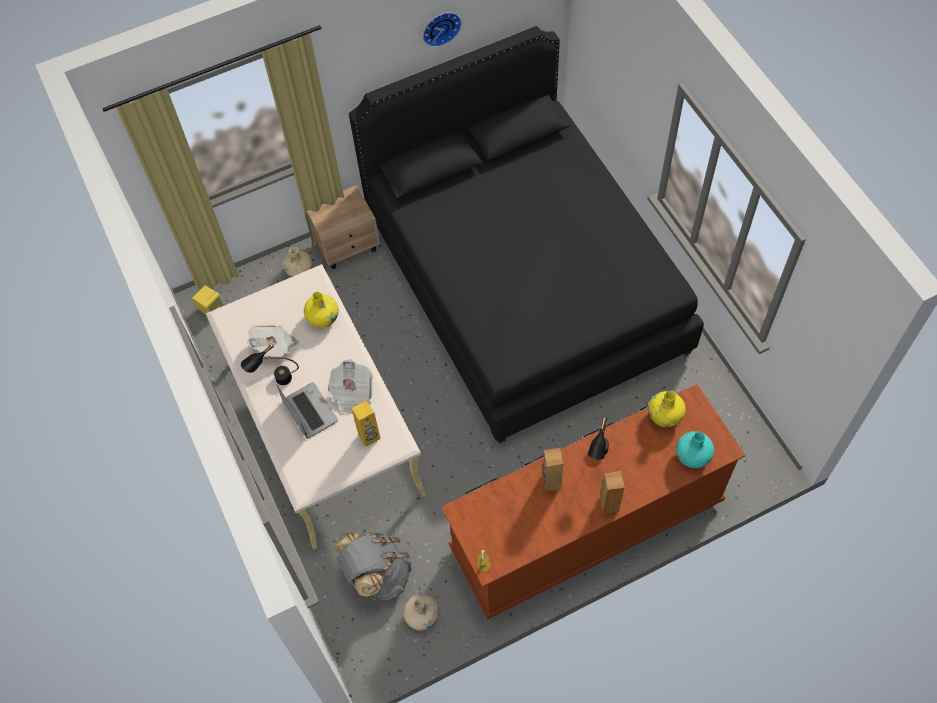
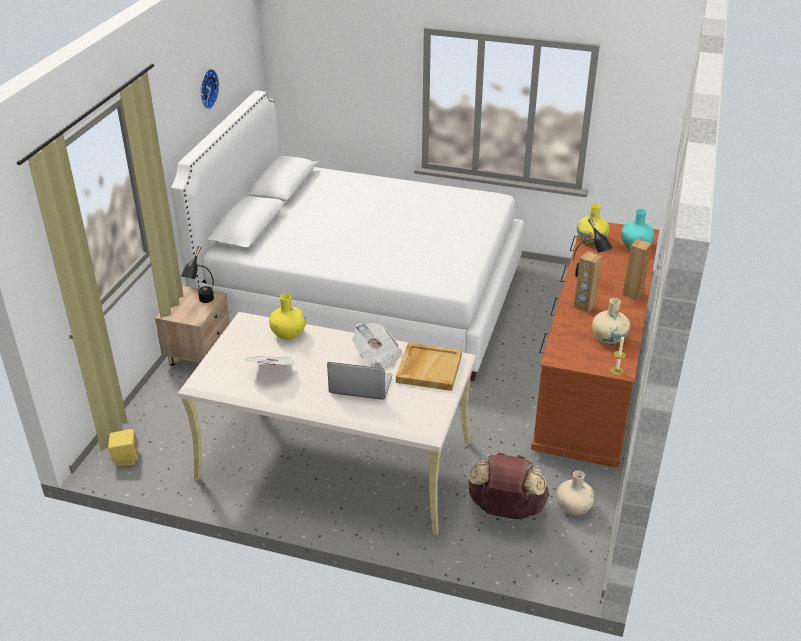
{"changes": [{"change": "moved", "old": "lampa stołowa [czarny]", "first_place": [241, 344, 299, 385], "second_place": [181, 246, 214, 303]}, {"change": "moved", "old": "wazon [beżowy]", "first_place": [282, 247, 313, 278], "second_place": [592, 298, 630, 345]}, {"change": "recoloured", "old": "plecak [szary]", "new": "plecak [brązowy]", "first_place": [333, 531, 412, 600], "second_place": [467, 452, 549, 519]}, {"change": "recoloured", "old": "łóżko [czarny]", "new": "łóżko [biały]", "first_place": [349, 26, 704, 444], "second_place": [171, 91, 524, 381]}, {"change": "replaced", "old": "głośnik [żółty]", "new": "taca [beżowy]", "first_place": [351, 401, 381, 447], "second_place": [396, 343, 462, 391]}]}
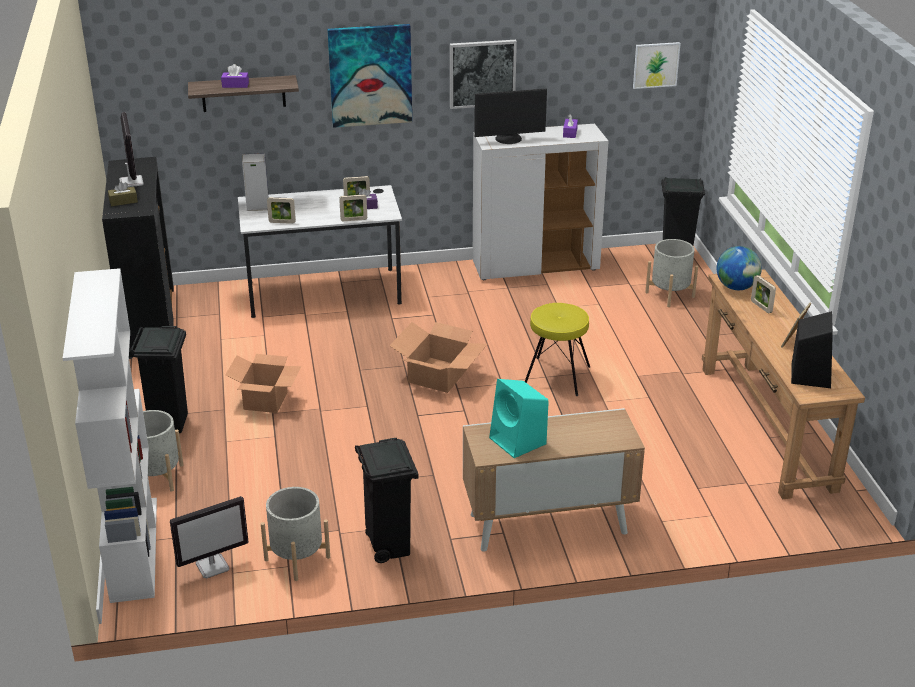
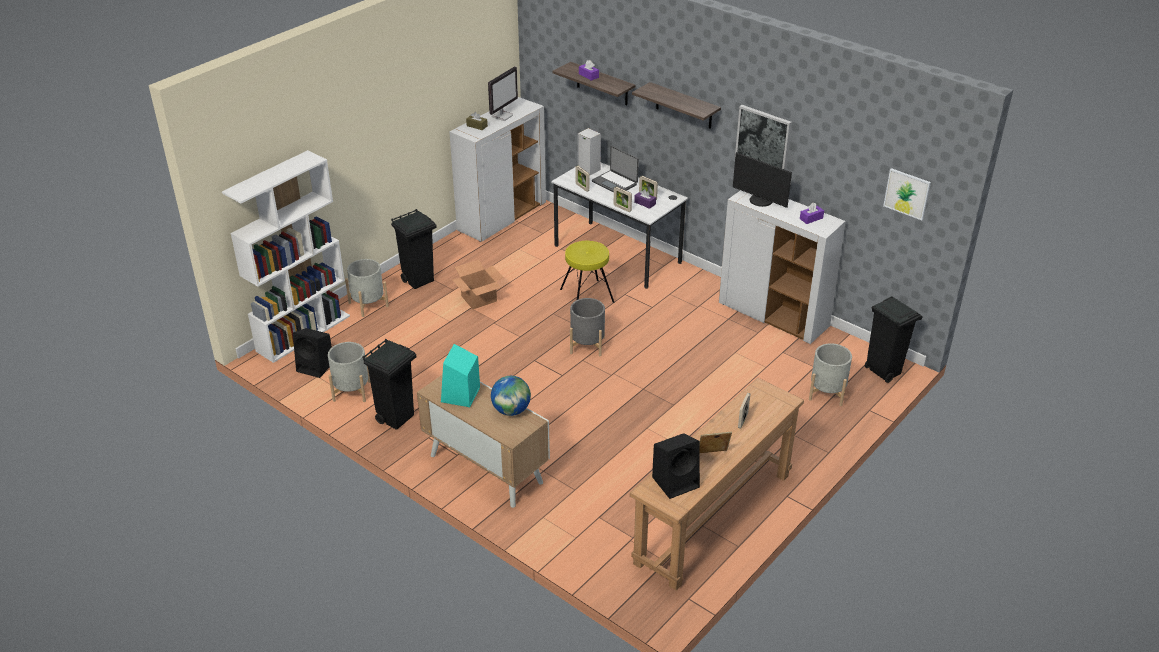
{"changes": [{"change": "recoloured", "old": "szafka [czarny]", "new": "szafka [biały]", "first_place": [102, 157, 174, 359], "second_place": [449, 97, 546, 242]}, {"change": "replaced", "old": "monitor", "new": "głośnik [czarny]", "first_place": [170, 496, 249, 578], "second_place": [293, 328, 332, 378]}, {"change": "replaced", "old": "obraz", "new": "półka", "first_place": [327, 24, 412, 128], "second_place": [632, 82, 721, 129]}, {"change": "replaced", "old": "karton", "new": "donica [szary]", "first_place": [389, 322, 487, 393], "second_place": [570, 298, 605, 356]}, {"change": "moved", "old": "stołek [żółty]", "first_place": [525, 303, 590, 396], "second_place": [560, 241, 615, 303]}, {"change": "moved", "old": "globus", "first_place": [717, 246, 762, 290], "second_place": [491, 376, 531, 416]}, {"change": "added", "new": "laptop", "second_place": [592, 146, 639, 192]}]}
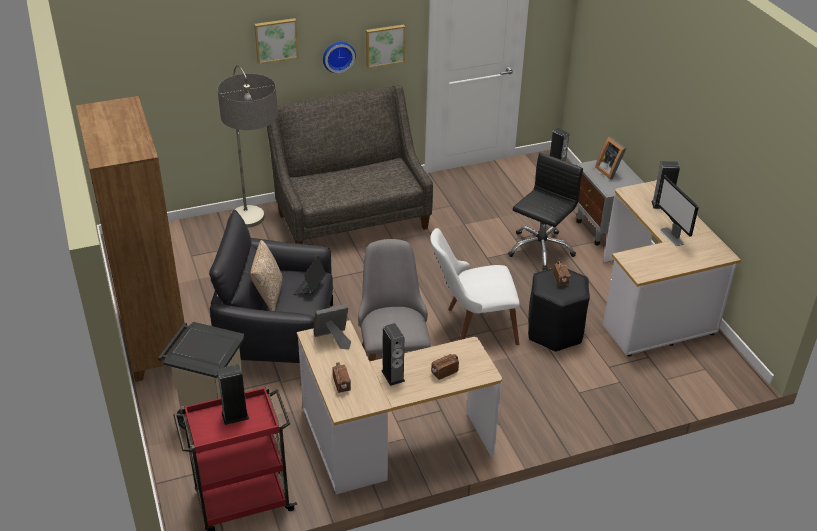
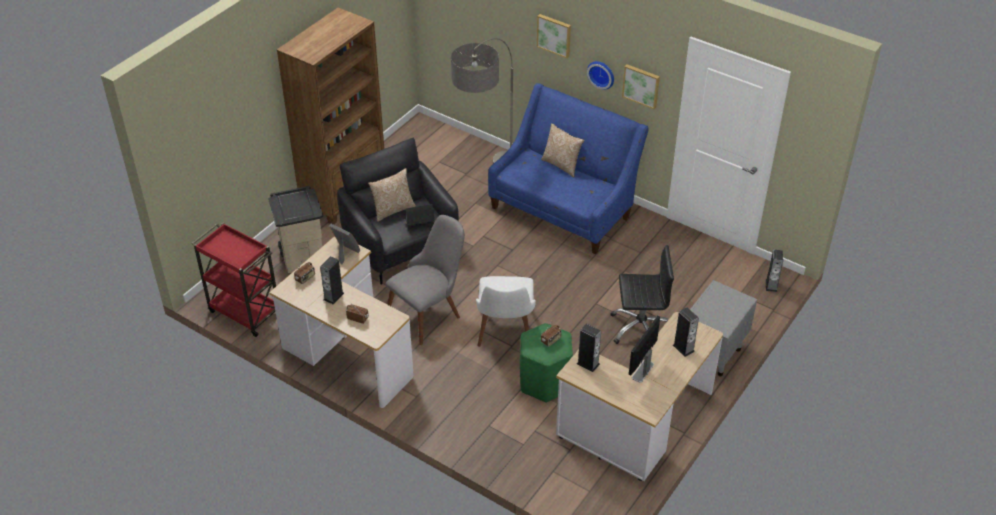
{"changes": [{"change": "moved", "old": "głośnik", "first_place": [217, 364, 249, 425], "second_place": [577, 324, 601, 372]}, {"change": "recoloured", "old": "kanapa [szary]", "new": "kanapa [niebieski]", "first_place": [267, 85, 433, 244], "second_place": [488, 83, 649, 254]}, {"change": "turned", "old": "krzesło [biały]", "first_place": [430, 228, 520, 345], "second_place": [476, 276, 536, 347], "degrees": -135}, {"change": "recoloured", "old": "stołek [czarny]", "new": "stołek [zielony]", "first_place": [528, 268, 590, 352], "second_place": [520, 323, 573, 403]}, {"change": "removed", "old": "ramka na zdjęcie", "first_place": [595, 137, 626, 180]}, {"change": "added", "new": "poduszka", "second_place": [541, 123, 584, 178]}]}
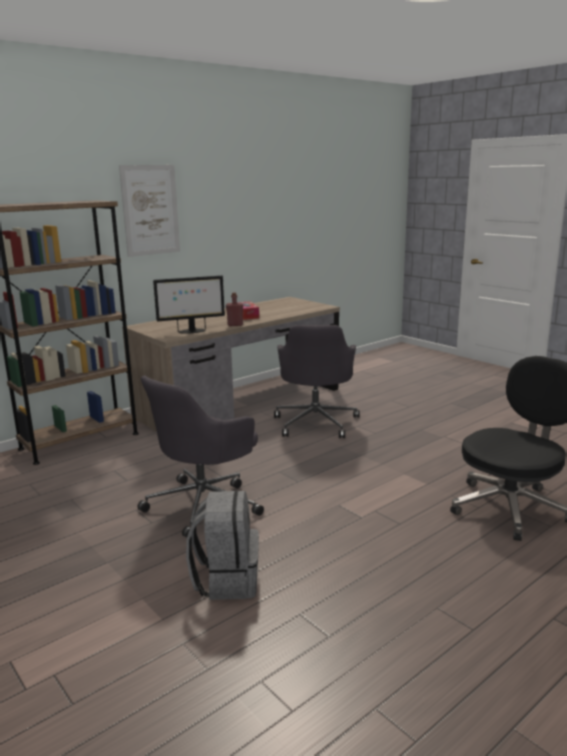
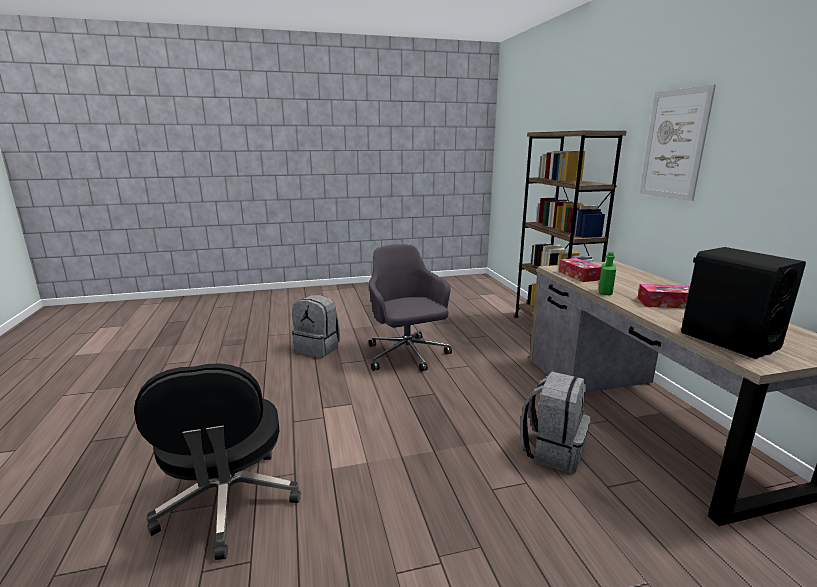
{"changes": [{"change": "replaced", "old": "monitor", "new": "pudełko chusteczek", "first_place": [153, 276, 225, 334], "second_place": [559, 258, 601, 282]}, {"change": "recoloured", "old": "butelka [czerwony]", "new": "butelka [zielony]", "first_place": [226, 292, 243, 326], "second_place": [599, 252, 616, 295]}, {"change": "replaced", "old": "krzesło biurowe [szary]", "new": "plecak [szary]", "first_place": [274, 325, 360, 438], "second_place": [520, 372, 590, 474]}, {"change": "added", "new": "głośnik [czarny]", "second_place": [681, 247, 806, 359]}]}
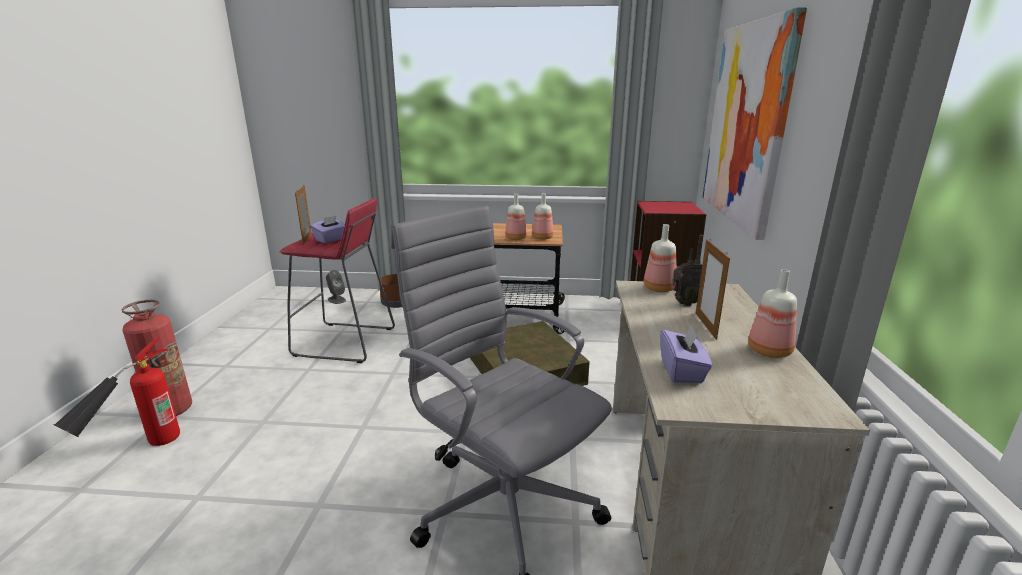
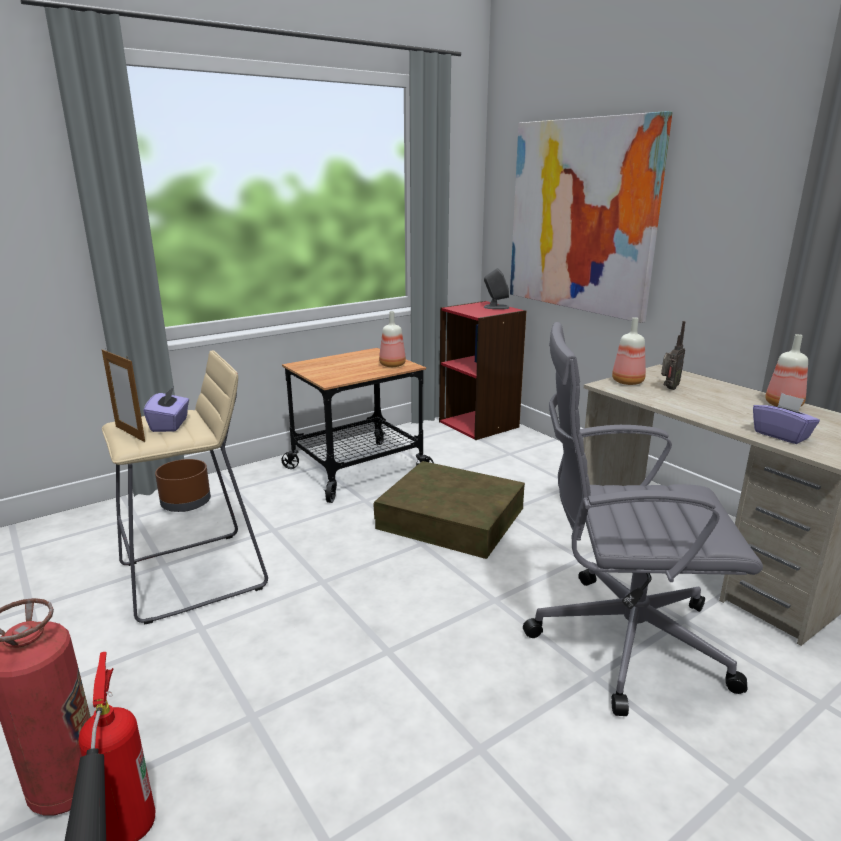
{"changes": [{"change": "recoloured", "old": "stołek [czerwony]", "new": "stołek [beżowy]", "first_place": [280, 198, 395, 363], "second_place": [102, 350, 268, 624]}, {"change": "moved", "old": "głośnik [szary]", "first_place": [326, 270, 346, 304], "second_place": [484, 268, 510, 309]}, {"change": "removed", "old": "butelka", "first_place": [505, 194, 527, 240]}, {"change": "removed", "old": "ramka na zdjęcie", "first_place": [696, 239, 730, 340]}]}
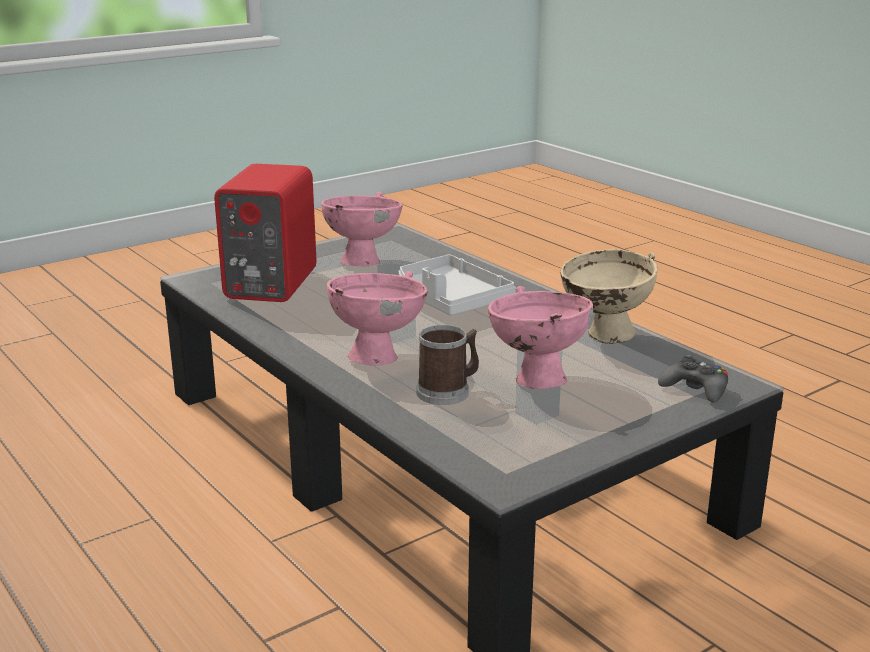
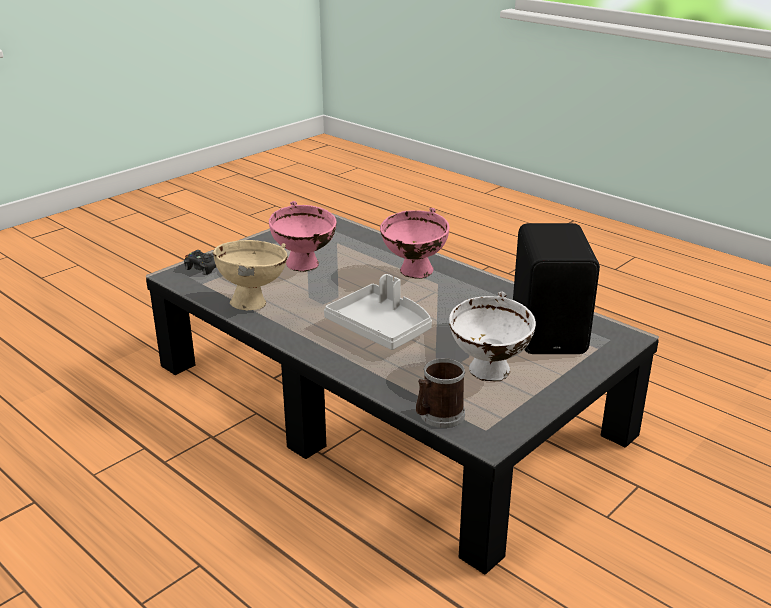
{"changes": [{"change": "recoloured", "old": "głośnik [czerwony]", "new": "głośnik [czarny]", "first_place": [214, 164, 317, 302], "second_place": [513, 223, 600, 354]}, {"change": "recoloured", "old": "miska [różowy]", "new": "miska [biały]", "first_place": [321, 192, 403, 267], "second_place": [449, 292, 536, 382]}, {"change": "moved", "old": "kubek", "first_place": [416, 325, 479, 405], "second_place": [416, 358, 465, 428]}]}
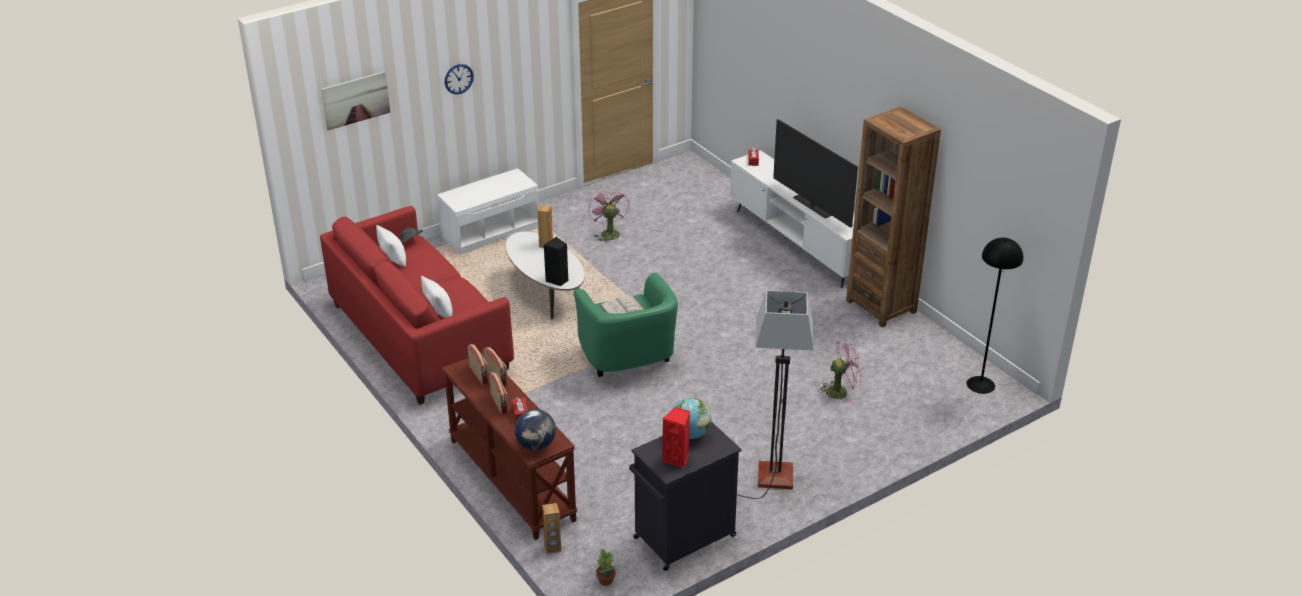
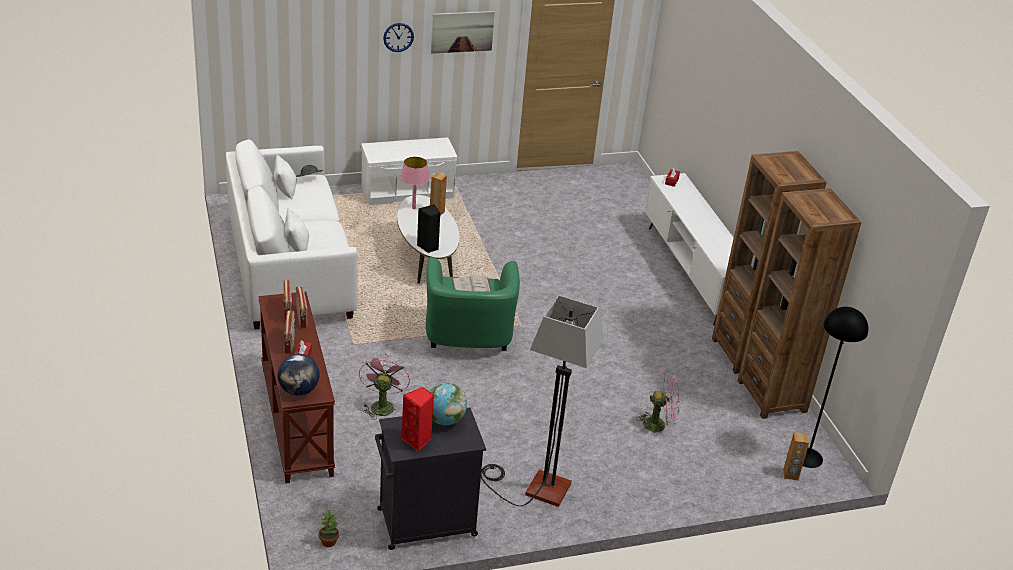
{"changes": [{"change": "recoloured", "old": "kanapa [czerwony]", "new": "kanapa [biały]", "first_place": [320, 206, 514, 405], "second_place": [226, 140, 358, 330]}, {"change": "moved", "old": "obraz", "first_place": [321, 71, 390, 130], "second_place": [431, 11, 495, 54]}, {"change": "moved", "old": "głośnik [brązowy]", "first_place": [542, 503, 561, 554], "second_place": [783, 432, 809, 480]}, {"change": "moved", "old": "wentylator [różowy]", "first_place": [588, 187, 629, 244], "second_place": [359, 354, 410, 420]}, {"change": "removed", "old": "telewizor", "first_place": [773, 119, 858, 228]}, {"change": "added", "new": "lampa stołowa [różowy]", "second_place": [400, 157, 430, 209]}, {"change": "added", "new": "regał [brązowy]", "second_place": [738, 188, 861, 419]}]}
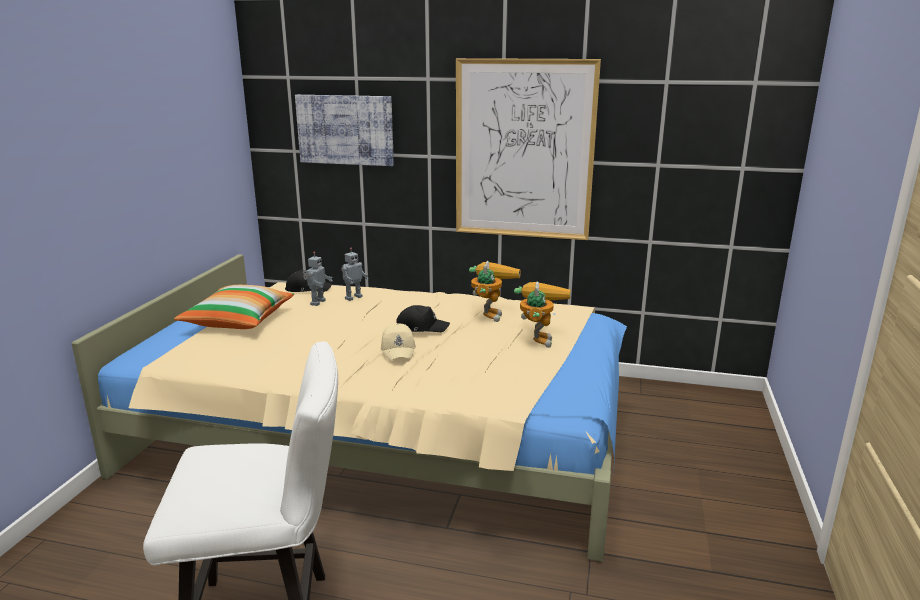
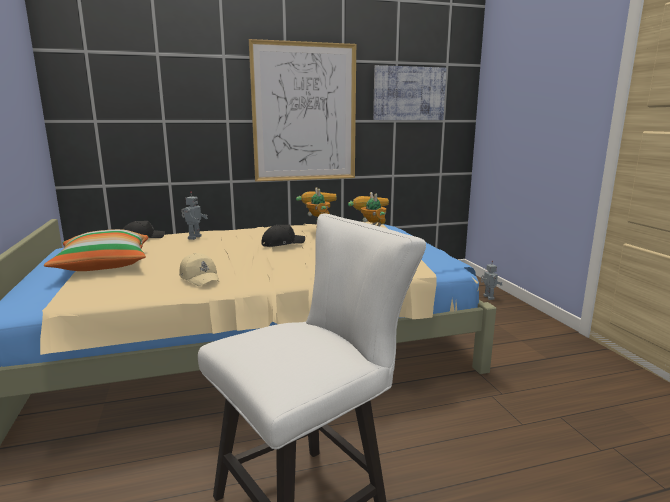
{"changes": [{"change": "moved", "old": "obraz", "first_place": [295, 95, 394, 166], "second_place": [373, 65, 446, 120]}, {"change": "moved", "old": "robot zabawkowy", "first_place": [303, 252, 333, 306], "second_place": [481, 261, 503, 300]}, {"change": "moved", "old": "czapka z daszkiem [beżowy]", "first_place": [381, 323, 416, 360], "second_place": [179, 253, 219, 286]}]}
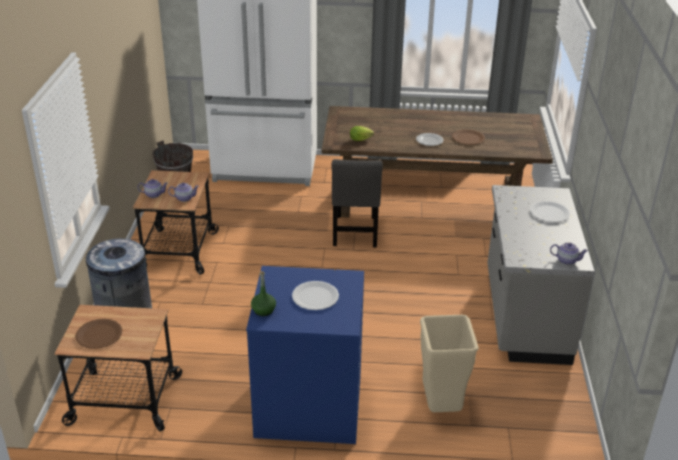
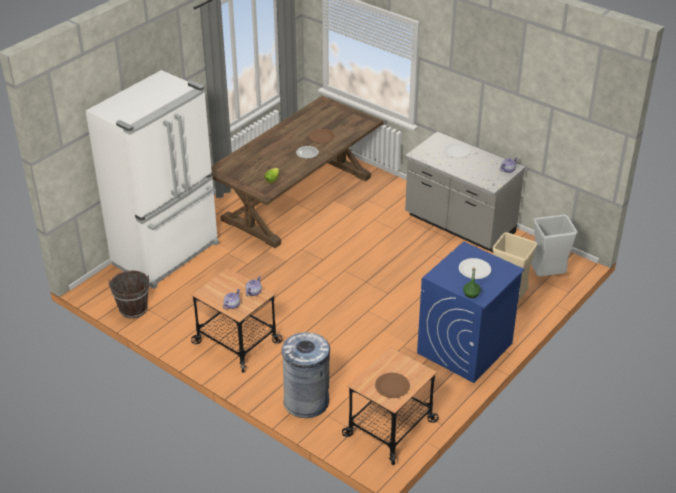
{"changes": [{"change": "removed", "old": "krzesło [szary]", "first_place": [331, 159, 383, 247]}, {"change": "added", "new": "kosz na śmieci [szary]", "second_place": [531, 215, 577, 277]}]}
